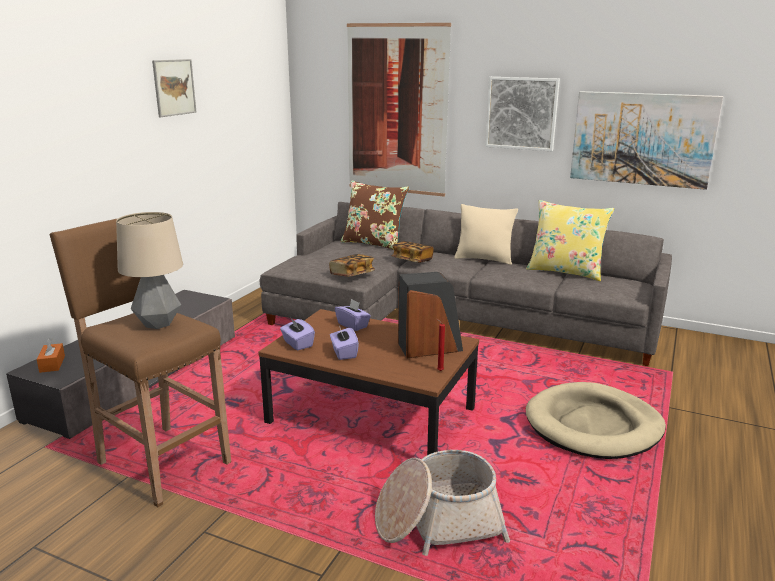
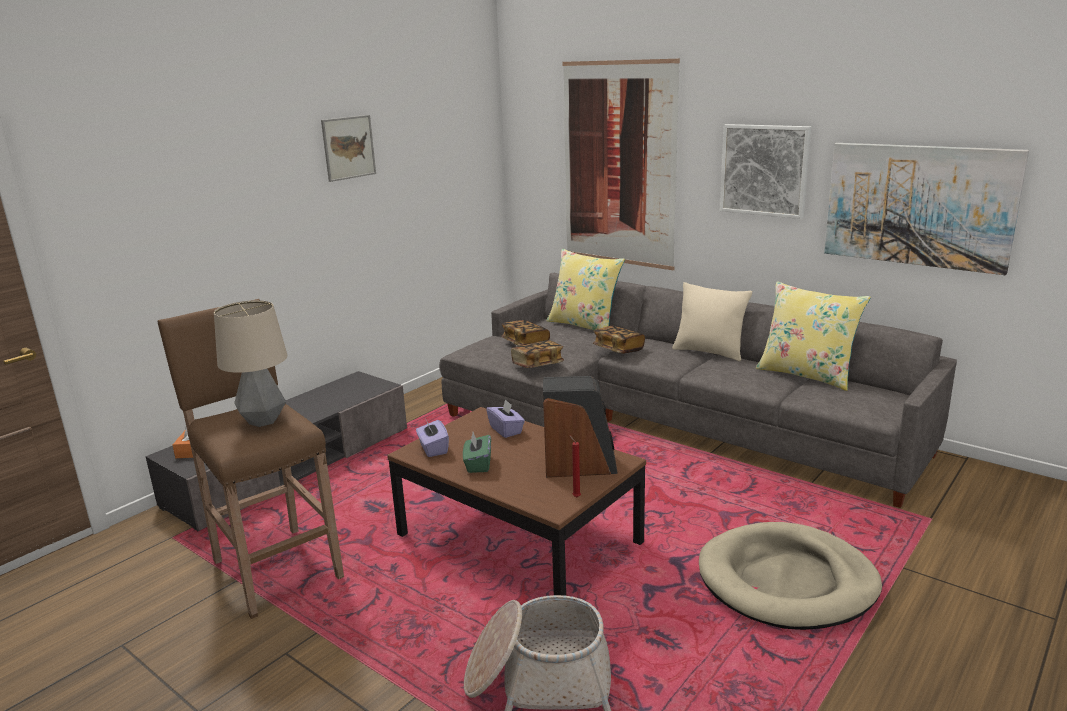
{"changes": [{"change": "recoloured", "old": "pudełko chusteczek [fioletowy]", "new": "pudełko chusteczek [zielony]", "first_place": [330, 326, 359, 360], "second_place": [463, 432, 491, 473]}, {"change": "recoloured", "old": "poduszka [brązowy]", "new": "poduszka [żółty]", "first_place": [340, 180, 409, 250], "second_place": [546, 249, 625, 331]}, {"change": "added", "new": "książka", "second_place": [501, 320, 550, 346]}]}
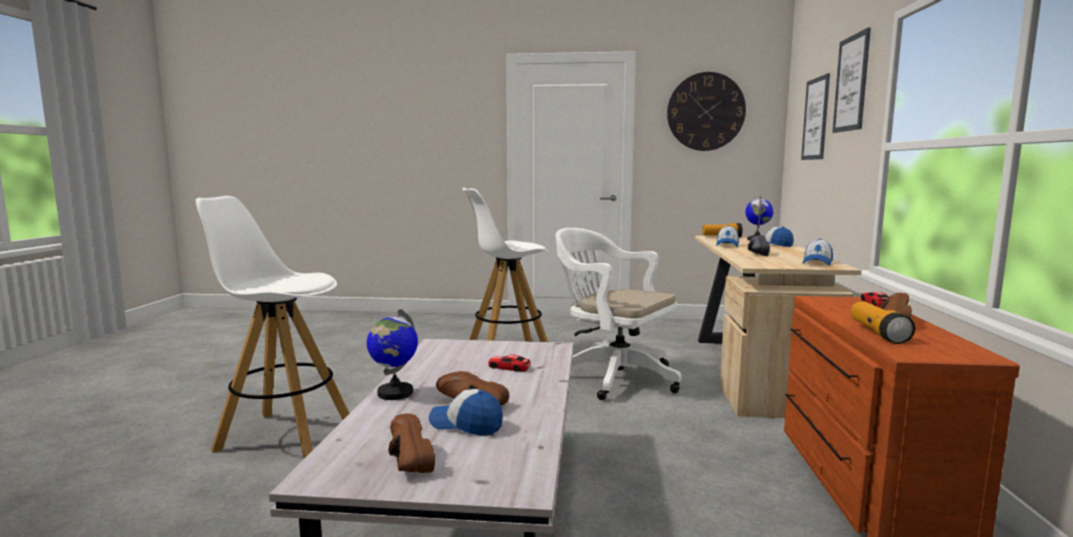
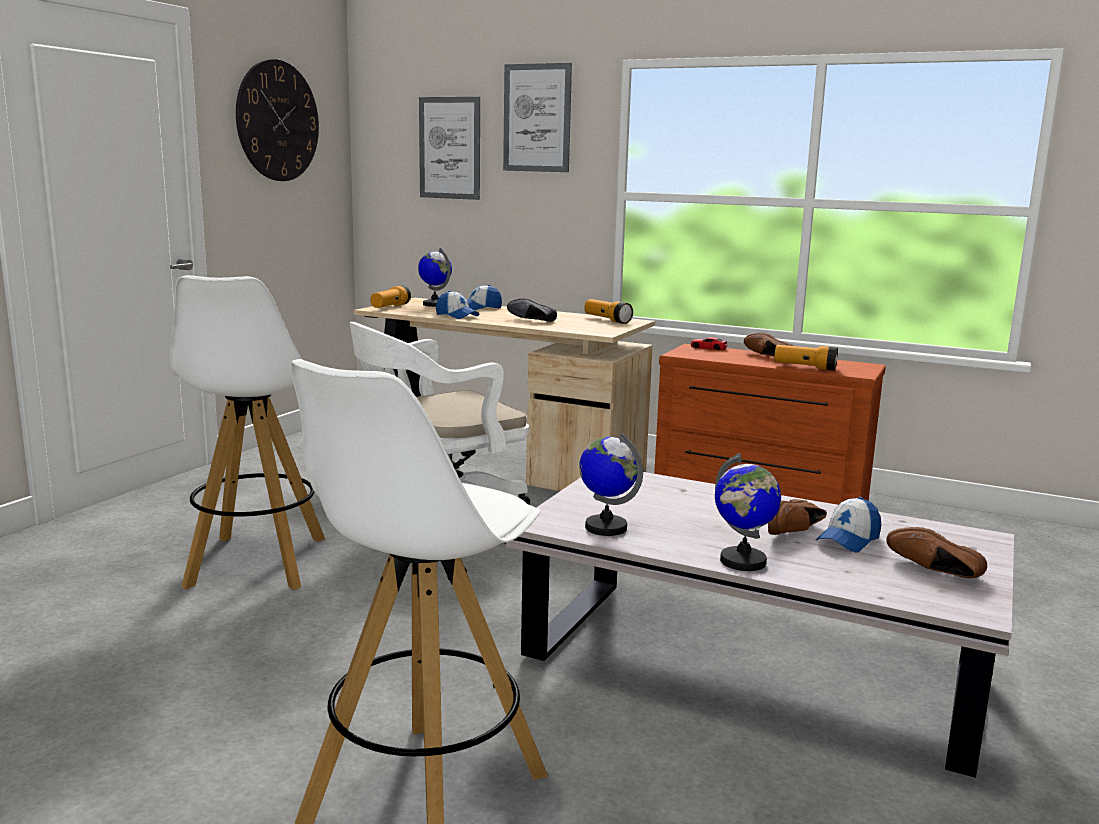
{"changes": [{"change": "turned", "old": "but [brązowy]", "first_place": [388, 414, 435, 473], "second_place": [886, 527, 987, 578], "degrees": 45}, {"change": "removed", "old": "samochodzik", "first_place": [488, 354, 531, 372]}, {"change": "replaced", "old": "czapka z daszkiem", "new": "latarka", "first_place": [803, 239, 833, 265], "second_place": [584, 299, 633, 324]}, {"change": "added", "new": "globus", "second_place": [579, 433, 643, 536]}]}
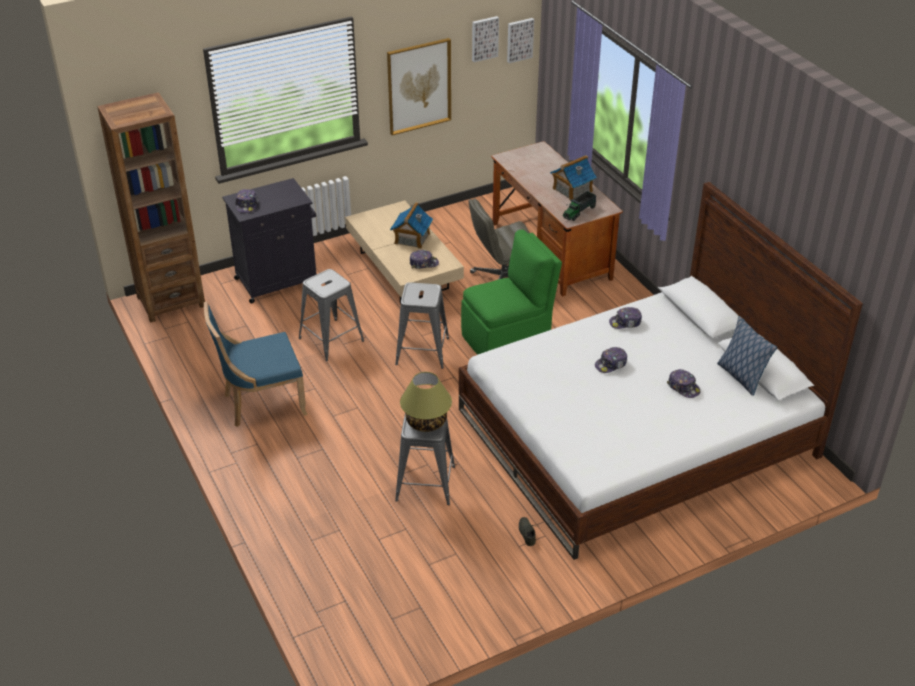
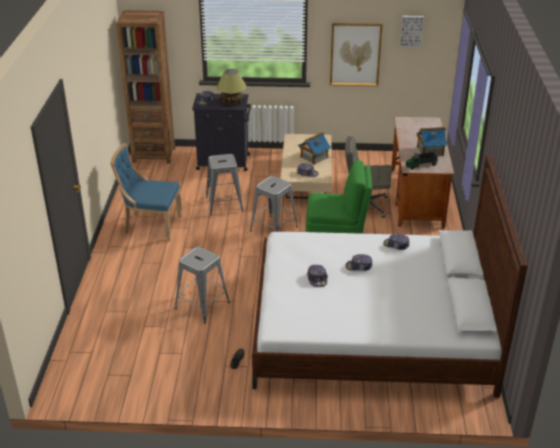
{"changes": [{"change": "moved", "old": "lampa stołowa", "first_place": [400, 372, 452, 432], "second_place": [217, 69, 247, 104]}, {"change": "removed", "old": "obraz", "first_place": [507, 18, 534, 63]}, {"change": "moved", "old": "czapka z daszkiem", "first_place": [667, 369, 700, 398], "second_place": [307, 265, 328, 287]}, {"change": "removed", "old": "poduszka", "first_place": [717, 316, 777, 396]}]}
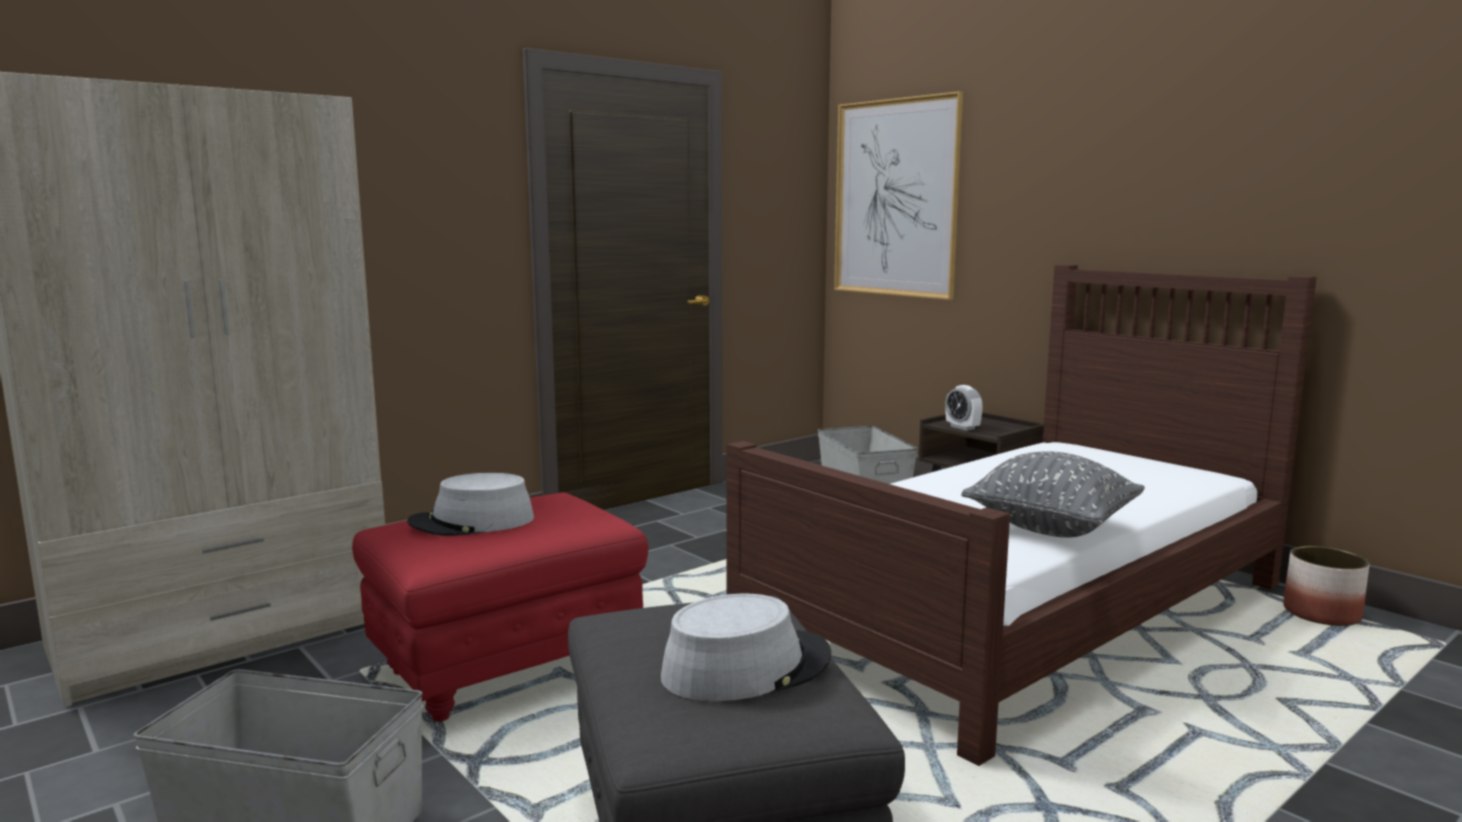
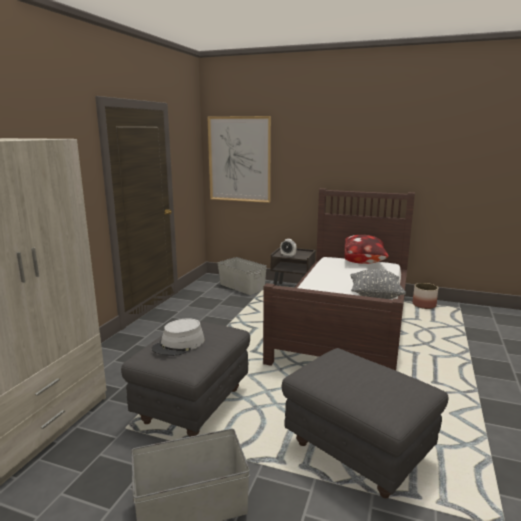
{"changes": [{"change": "recoloured", "old": "pufa [czerwony]", "new": "pufa [szary]", "first_place": [352, 492, 648, 722], "second_place": [121, 321, 250, 437]}, {"change": "removed", "old": "kapelusz [szary]", "first_place": [661, 594, 831, 701]}, {"change": "added", "new": "poduszka", "second_place": [344, 235, 389, 264]}]}
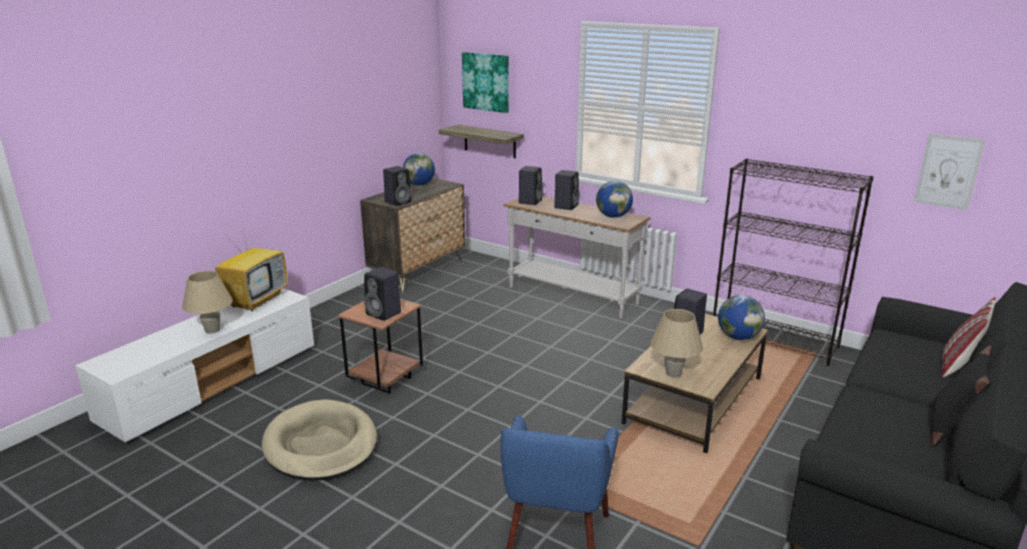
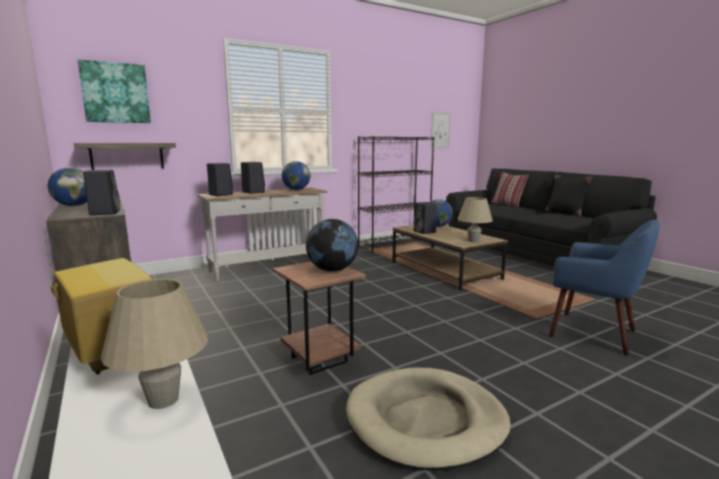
{"changes": [{"change": "replaced", "old": "głośnik [czarny]", "new": "globus", "first_place": [364, 267, 401, 321], "second_place": [306, 219, 358, 272]}]}
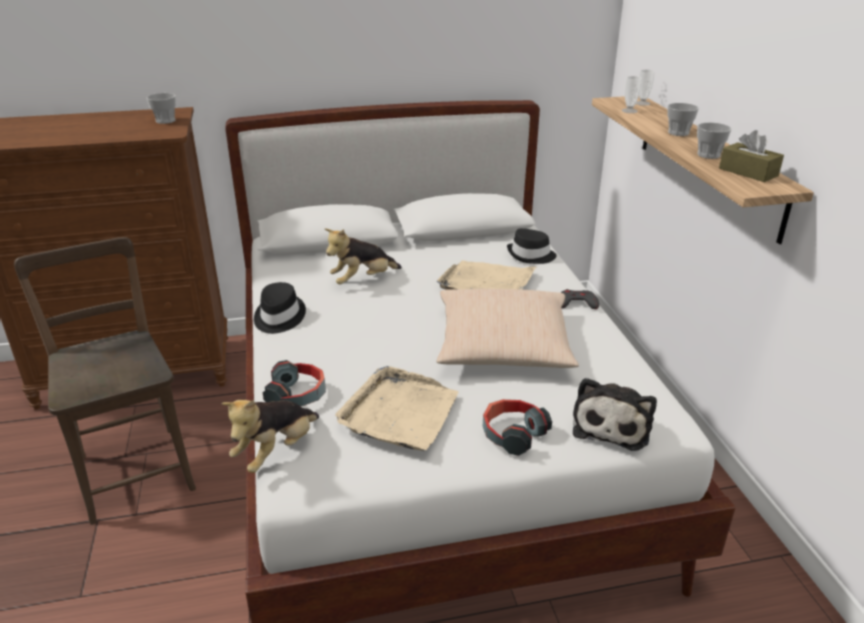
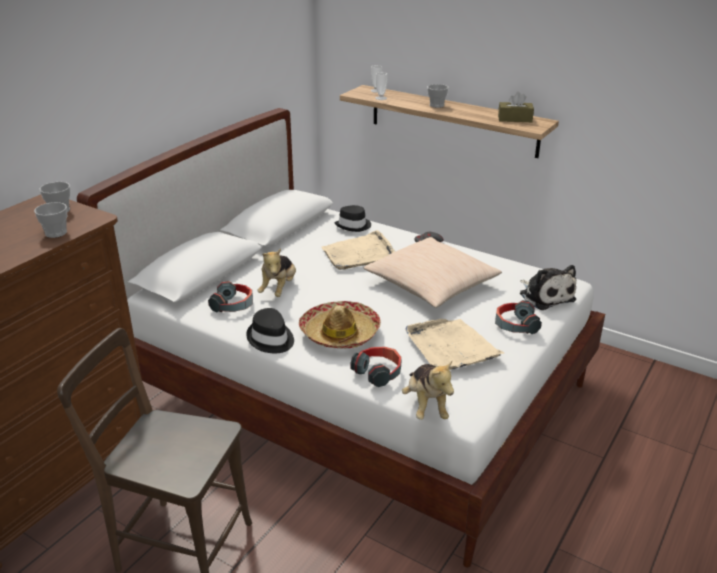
{"changes": [{"change": "moved", "old": "filiżanka", "first_place": [697, 122, 731, 159], "second_place": [34, 202, 67, 238]}, {"change": "added", "new": "słuchawki", "second_place": [208, 281, 253, 312]}, {"change": "added", "new": "kapelusz", "second_place": [299, 301, 381, 349]}]}
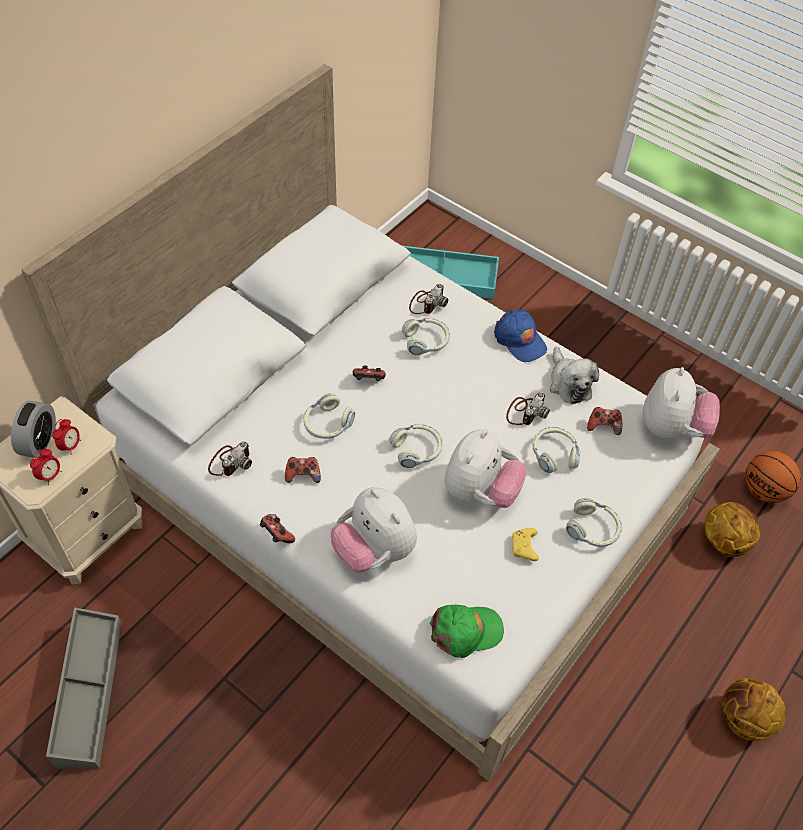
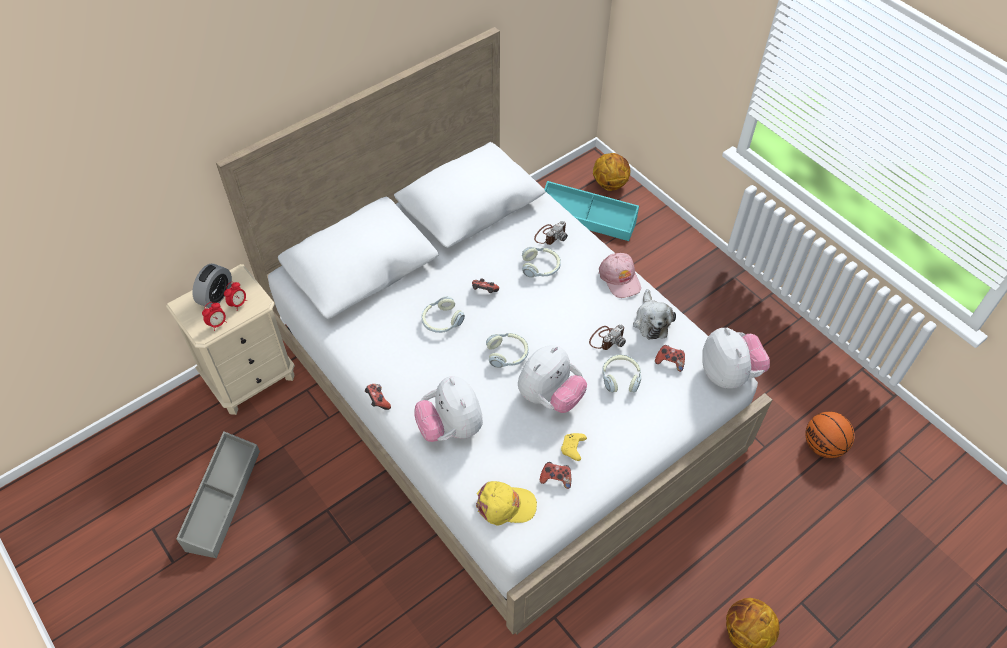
{"changes": [{"change": "removed", "old": "aparat fotograficzny", "first_place": [208, 442, 252, 476]}, {"change": "moved", "old": "pad do gier", "first_place": [285, 457, 321, 483], "second_place": [540, 462, 571, 489]}, {"change": "recoloured", "old": "czapka z daszkiem [zielony]", "new": "czapka z daszkiem [żółty]", "first_place": [429, 605, 504, 658], "second_place": [476, 481, 537, 525]}, {"change": "recoloured", "old": "czapka z daszkiem [niebieski]", "new": "czapka z daszkiem [różowy]", "first_place": [494, 310, 547, 362], "second_place": [599, 253, 641, 298]}, {"change": "removed", "old": "słuchawki", "first_place": [566, 498, 622, 547]}, {"change": "turned", "old": "pluszak", "first_place": [643, 367, 720, 439], "second_place": [702, 328, 770, 389], "degrees": -45}, {"change": "moved", "old": "piłka do koszykówki", "first_place": [704, 502, 760, 557], "second_place": [593, 153, 630, 191]}]}
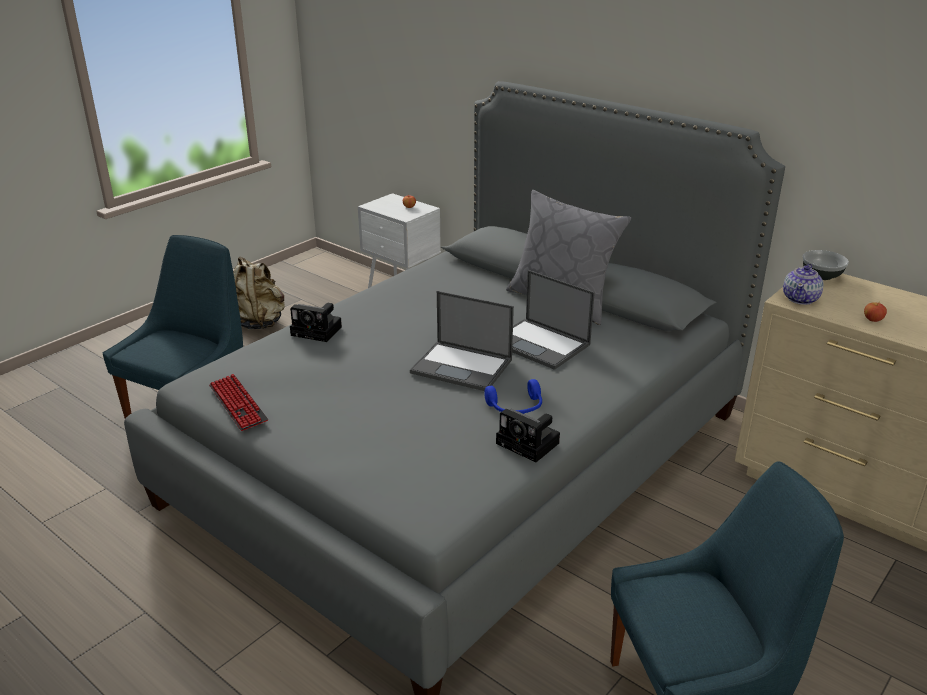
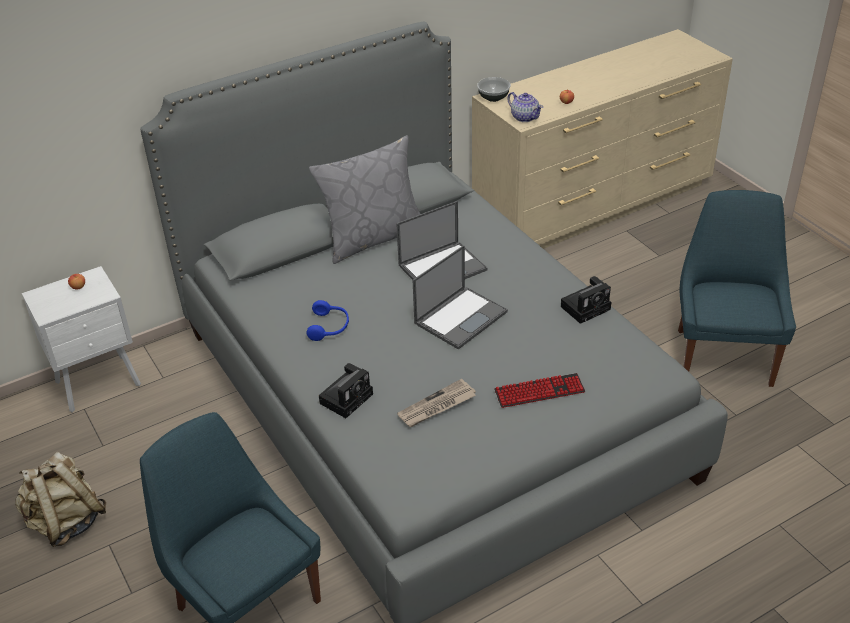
{"changes": [{"change": "moved", "old": "klawiatura", "first_place": [209, 374, 268, 431], "second_place": [494, 373, 585, 408]}, {"change": "moved", "old": "słuchawki [niebieski]", "first_place": [484, 379, 542, 414], "second_place": [307, 300, 349, 341]}, {"change": "added", "new": "gazeta", "second_place": [397, 379, 476, 427]}]}
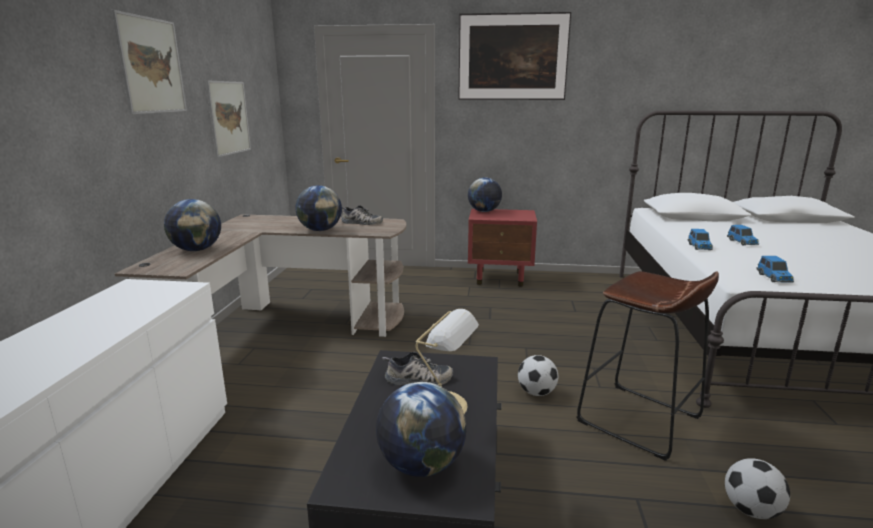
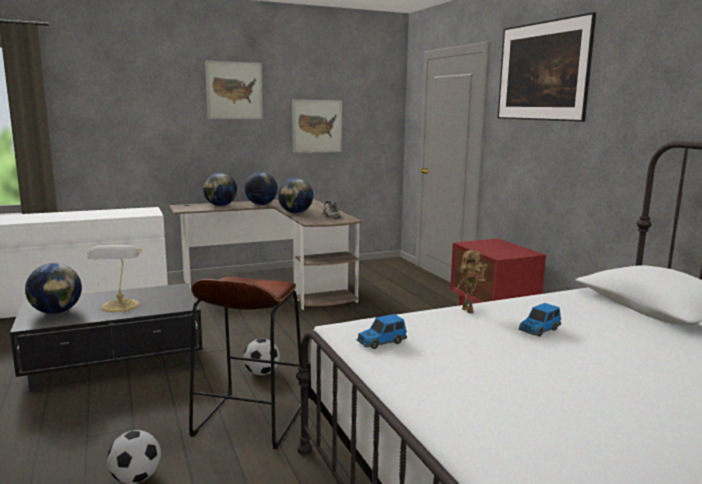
{"changes": [{"change": "removed", "old": "but", "first_place": [382, 352, 453, 385]}, {"change": "moved", "old": "globus", "first_place": [468, 178, 502, 212], "second_place": [244, 172, 278, 205]}, {"change": "replaced", "old": "samochodzik", "new": "robot zabawkowy", "first_place": [688, 229, 713, 250], "second_place": [456, 250, 487, 314]}]}
